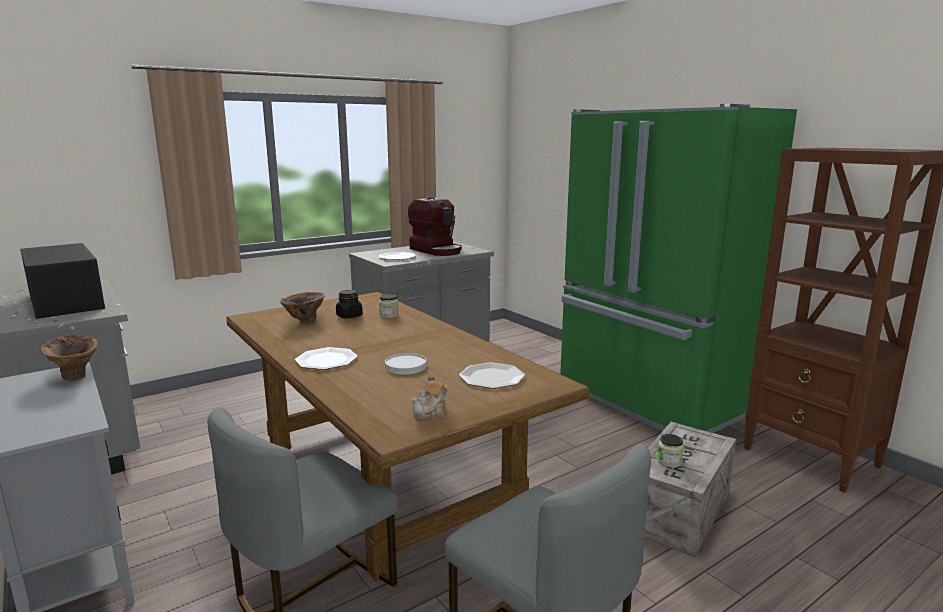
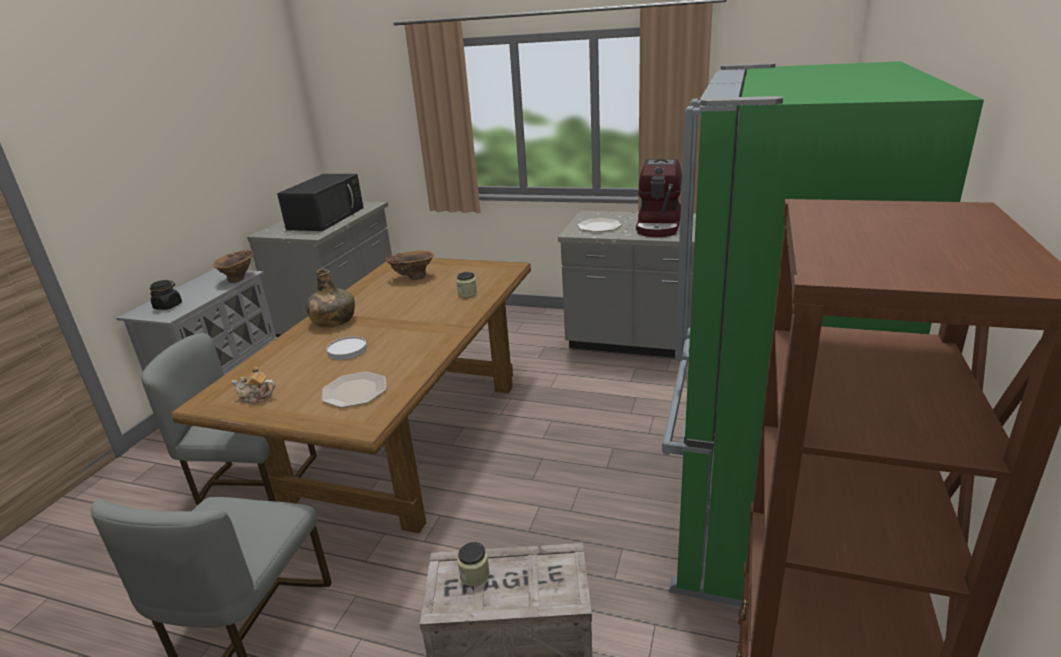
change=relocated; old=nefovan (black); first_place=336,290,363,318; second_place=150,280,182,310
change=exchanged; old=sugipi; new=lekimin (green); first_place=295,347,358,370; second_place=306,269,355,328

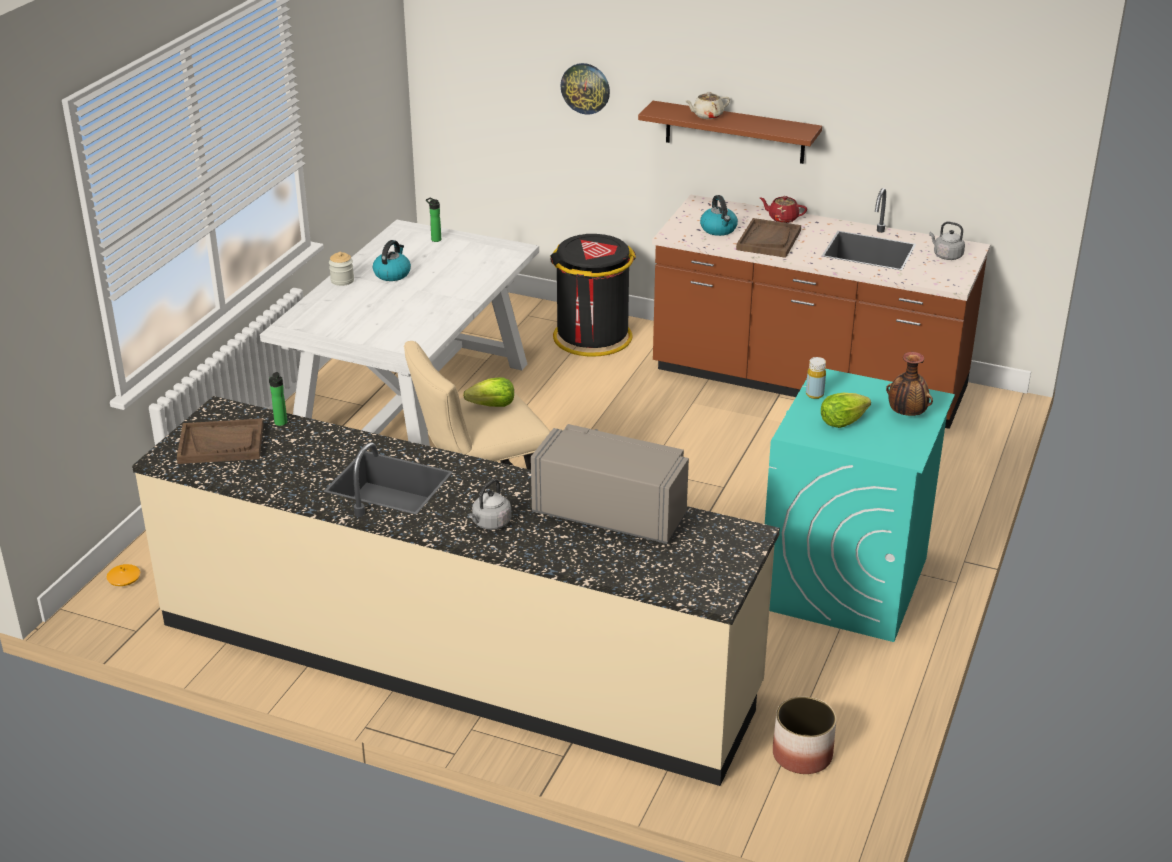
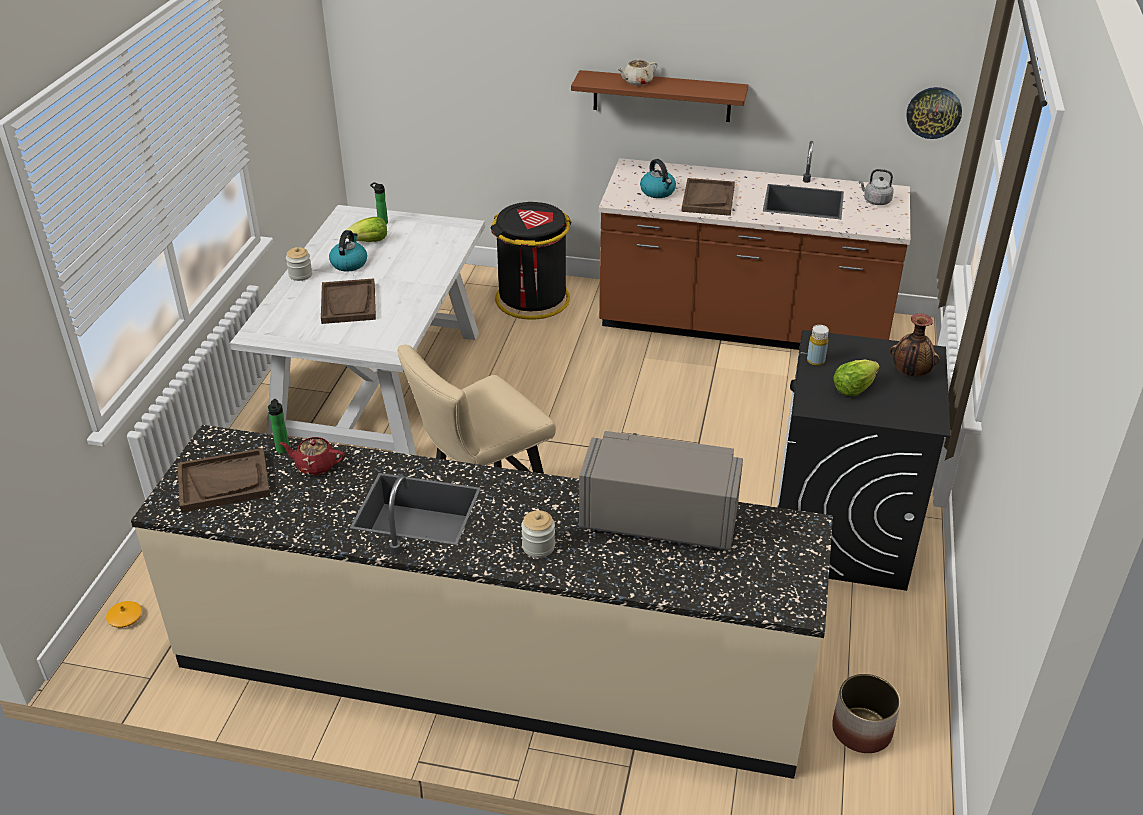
change=relocated; old=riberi; first_place=560,63,610,115; second_place=907,87,962,139
change=relocated; old=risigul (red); first_place=760,196,807,223; second_place=280,437,344,475
change=colour; old=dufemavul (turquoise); new=dufemavul (black); first_place=765,369,955,642; second_place=778,330,950,591
change=relocated; old=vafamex; first_place=463,377,514,407; second_place=346,217,387,242
change=exchanged; old=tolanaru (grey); new=nefovan; first_place=468,479,511,530; second_place=521,510,555,558
change=appeared; new=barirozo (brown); second_place=321,278,376,324

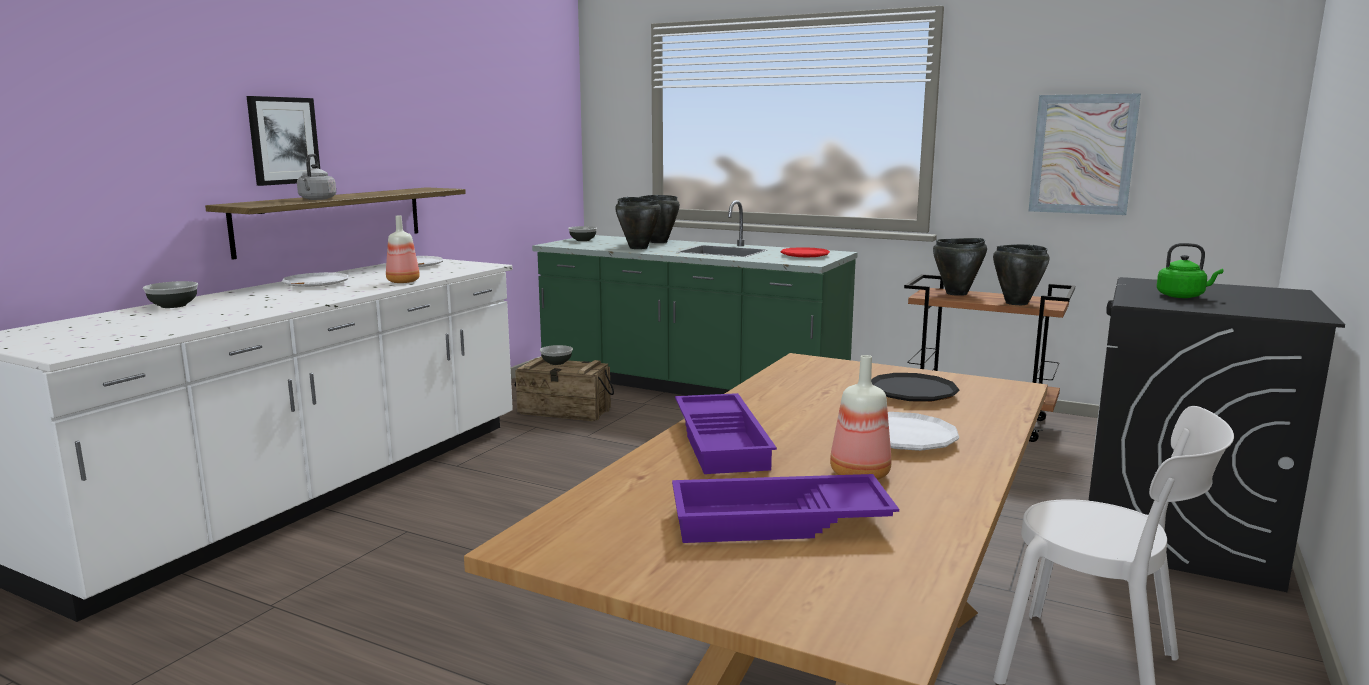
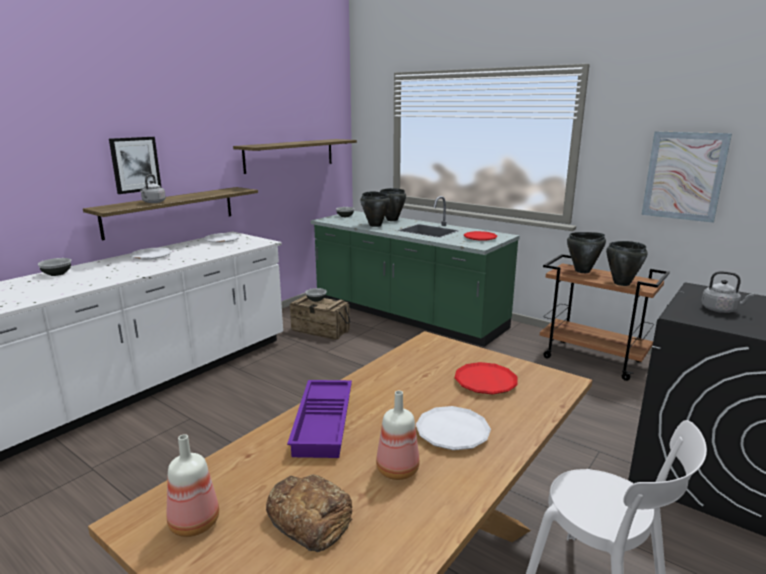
change=relocated; old=lekimin; first_place=386,216,420,283; second_place=166,434,219,537
change=colour; old=tolanaru (green); new=tolanaru (grey); first_place=1156,243,1223,298; second_place=701,271,754,313
change=colour; old=sugipi (black); new=sugipi (red); first_place=871,373,960,402; second_place=455,362,518,395
change=exchanged; old=barirozo (purple); new=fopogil; first_place=672,474,899,543; second_place=266,474,352,552
change=appeared; new=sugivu; second_place=233,139,357,174

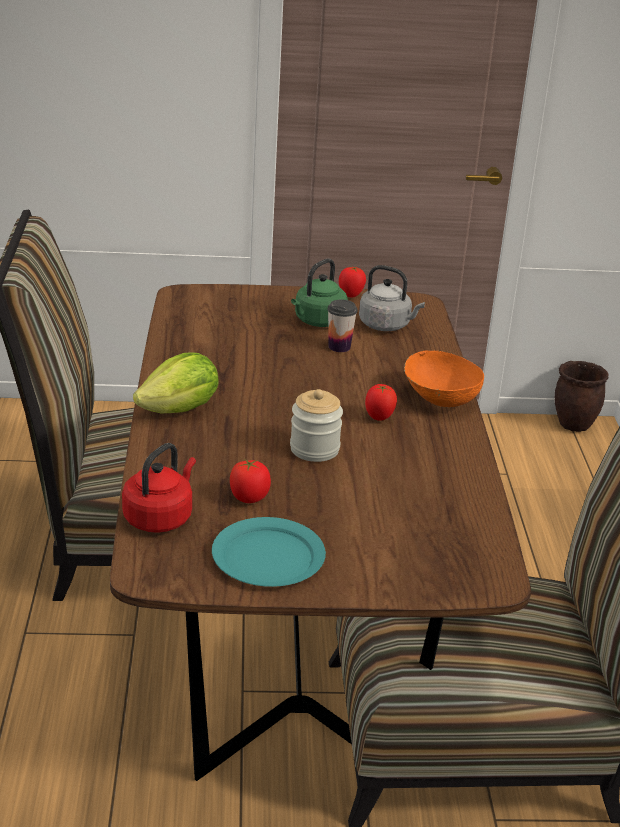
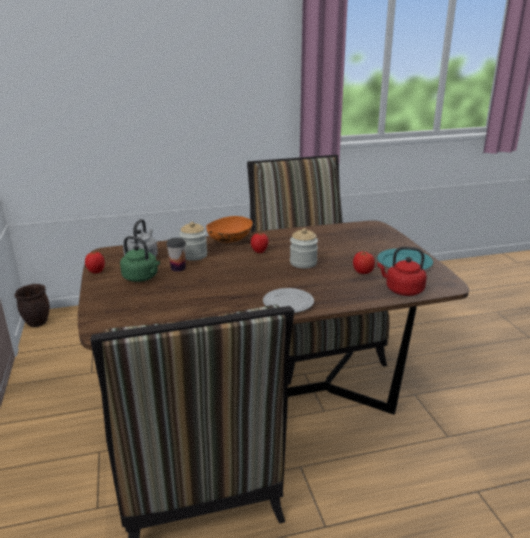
change=exchanged; old=vafamex; new=sugipi; first_place=133,352,219,414; second_place=263,288,314,313
change=appeared; new=nefovan; second_place=179,222,207,261

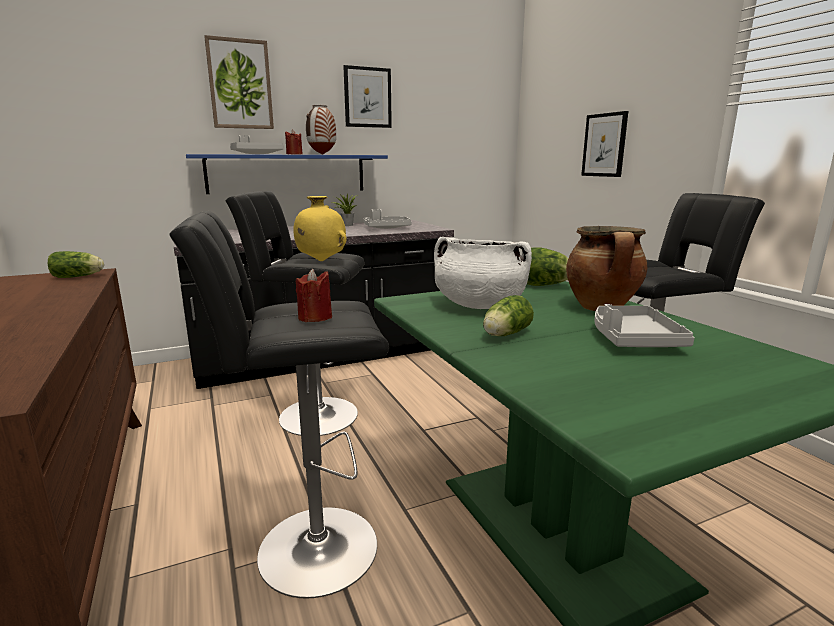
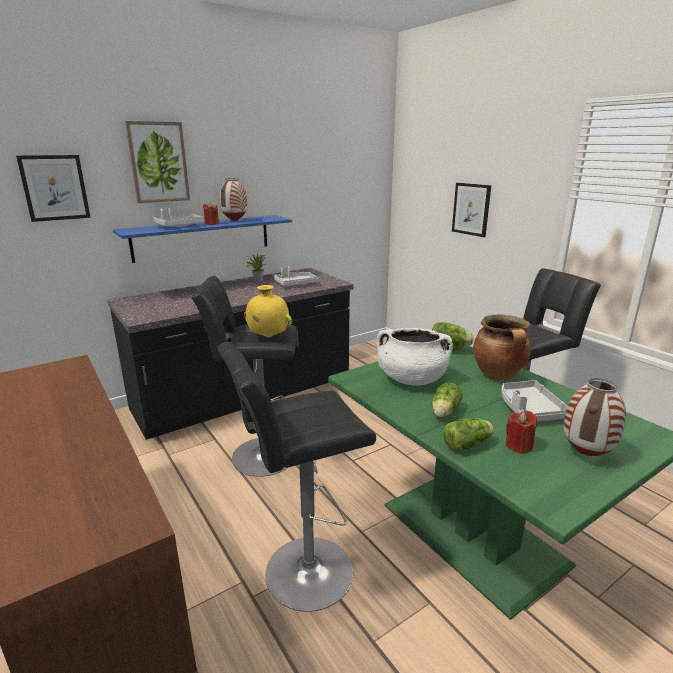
change=relocated; old=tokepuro; first_place=343,65,392,128; second_place=16,155,91,222
change=relocated; old=vafamex; first_place=48,251,104,278; second_place=443,418,494,451
change=relocated; old=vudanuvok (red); first_place=296,269,332,322; second_place=505,411,537,454
change=appeared; new=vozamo; second_place=564,378,626,456

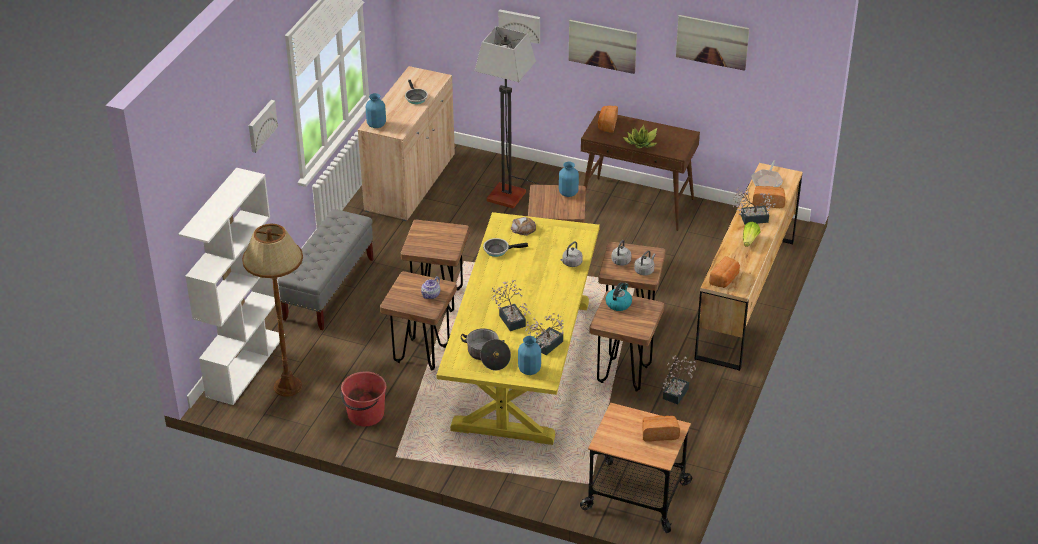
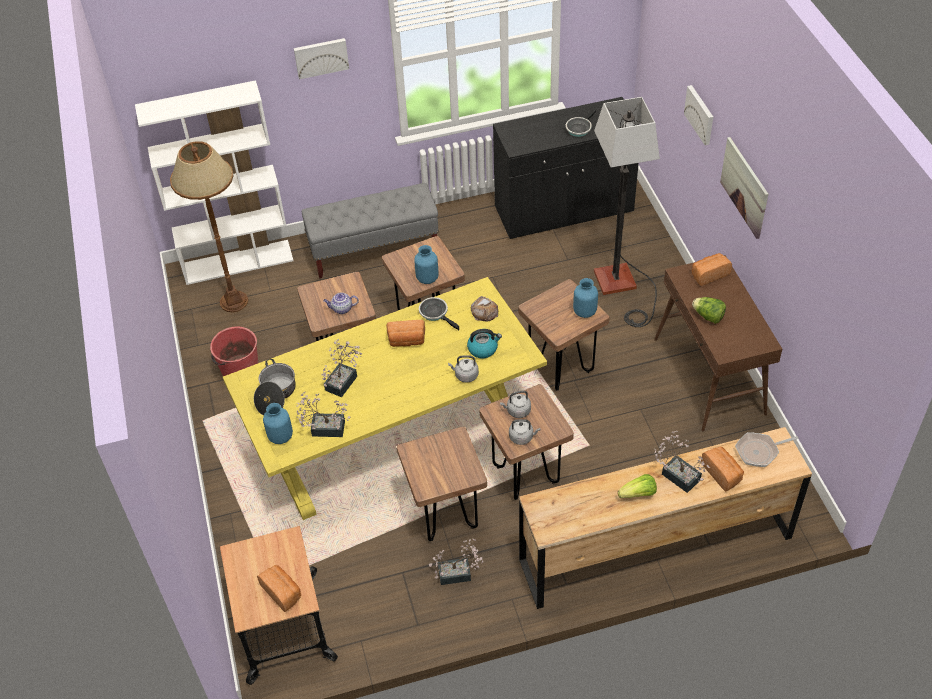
change=missing; old=tokepuro; first_place=676,15,749,71
change=colour; old=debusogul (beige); new=debusogul (black); first_place=358,66,455,221; second_place=493,97,639,239
change=relocated; old=vozamo (blue); first_place=366,93,386,128; second_place=415,245,439,284
change=exchanged; old=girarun; new=vafamex; first_place=623,125,657,148; second_place=692,297,726,324
change=relocated; old=fopogil; first_place=709,256,740,288; second_place=386,320,425,347
change=relocated; old=tolanaru; first_place=606,282,632,311; second_place=467,329,502,358

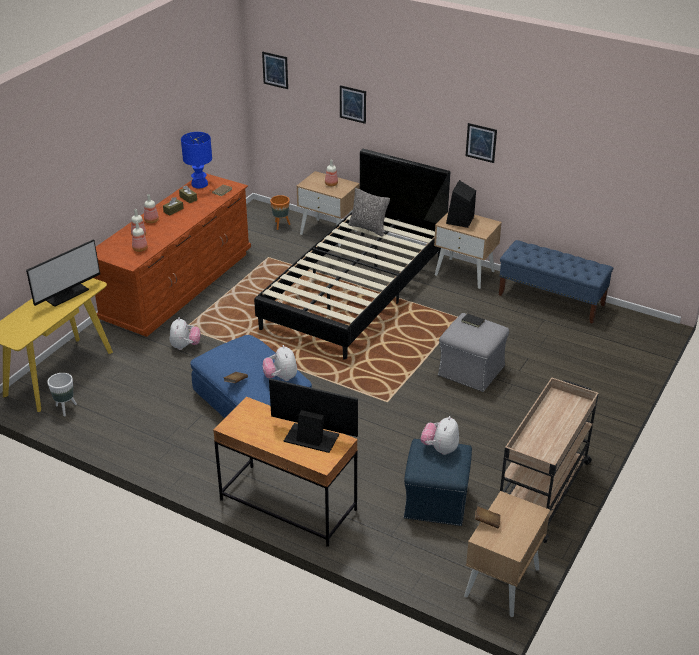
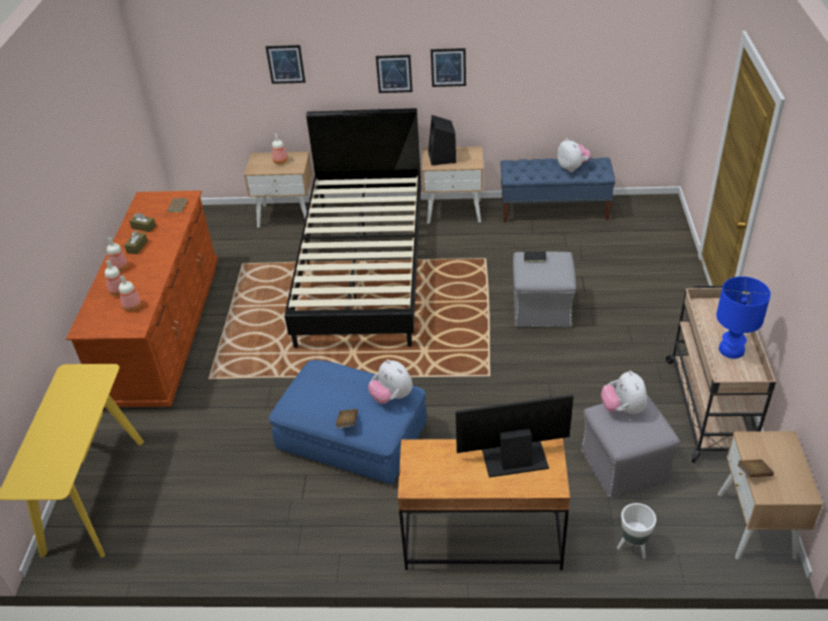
change=relocated; old=tokepuro; first_place=262,52,288,89; second_place=376,55,413,93
change=relocated; old=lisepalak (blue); first_place=181,132,212,188; second_place=716,276,771,359
change=missing; old=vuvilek; first_place=348,188,390,236
change=missing; old=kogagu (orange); first_place=270,195,290,230
change=missing; old=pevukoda; first_place=26,239,100,307
change=relocated; old=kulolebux; first_place=170,317,201,350; second_place=557,138,591,172
change=relocated; old=kogagu (white); first_place=47,373,77,416; second_place=617,503,656,559
change=colour; old=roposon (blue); new=roposon (grey); first_place=404,439,472,526; second_place=581,395,680,499

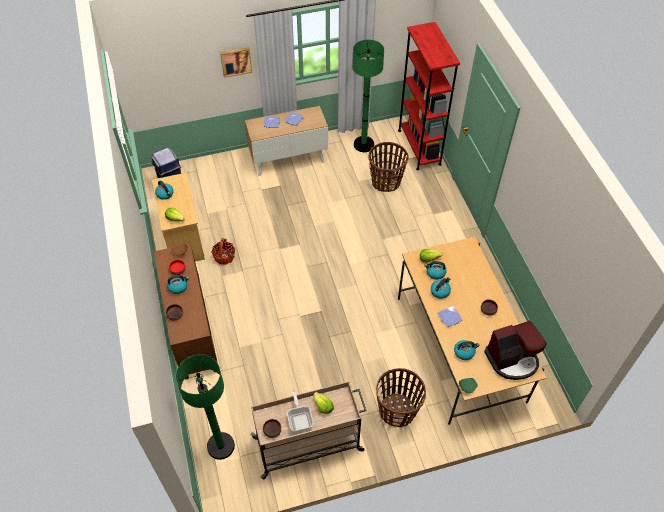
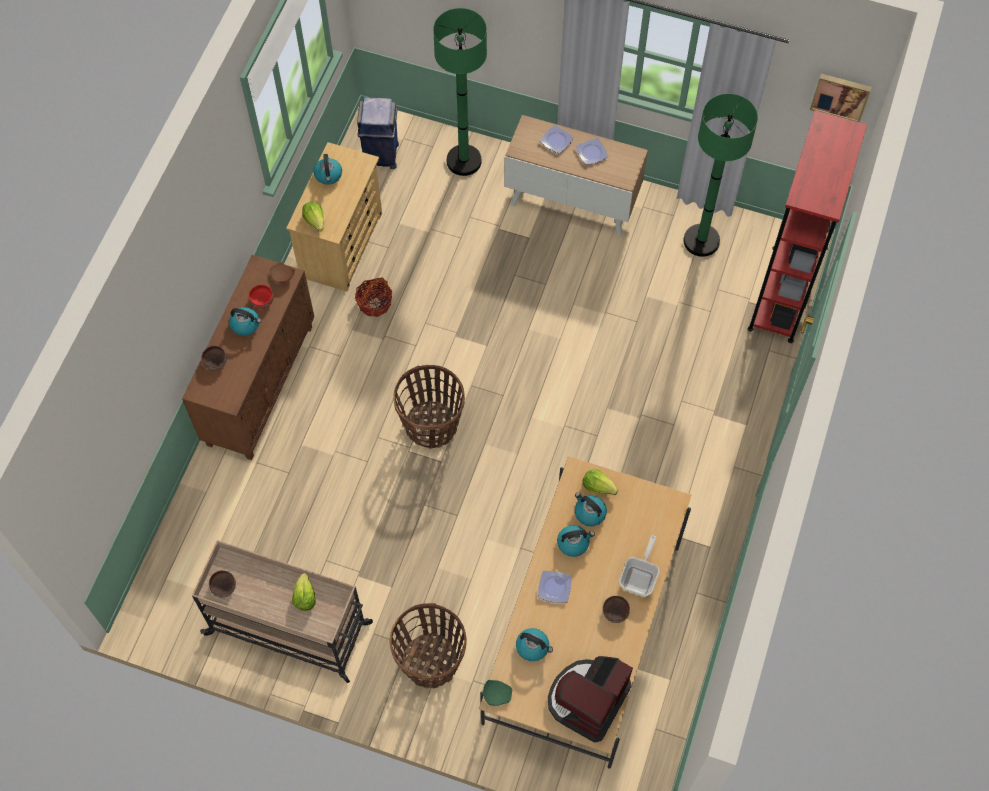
change=relocated; old=tokepuro; first_place=220,47,252,78; second_place=810,74,872,122
change=relocated; old=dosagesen; first_place=369,142,409,192; second_place=393,365,465,449
change=spun; old=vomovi; first_place=484,320,546,380; second_place=548,656,633,743; degrees=105
change=relocated; old=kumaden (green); first_place=176,354,235,460; second_place=433,8,487,176
change=relocated; old=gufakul; first_place=287,390,313,432; second_place=619,535,659,597

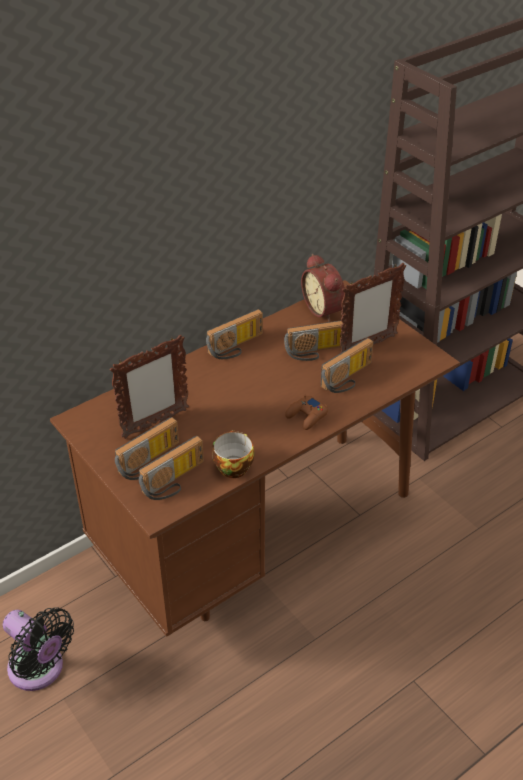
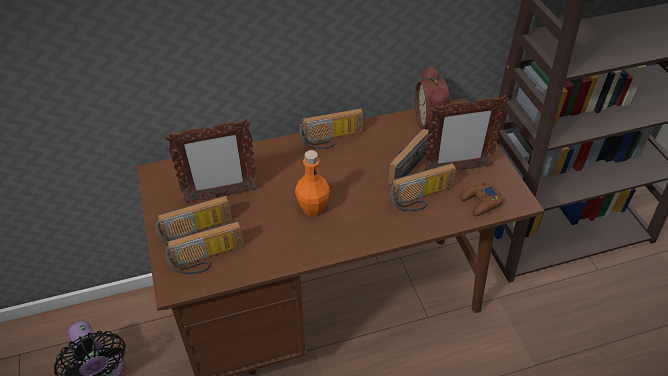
change=spun; old=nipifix; first_place=284,320,346,361; second_place=388,129,431,185; degrees=120
change=relocated; old=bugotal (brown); first_place=285,394,328,430; second_place=460,182,503,216
change=missing; old=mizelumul; first_place=212,430,254,478
change=appeared; new=lekimin (orange); second_place=295,150,330,216

